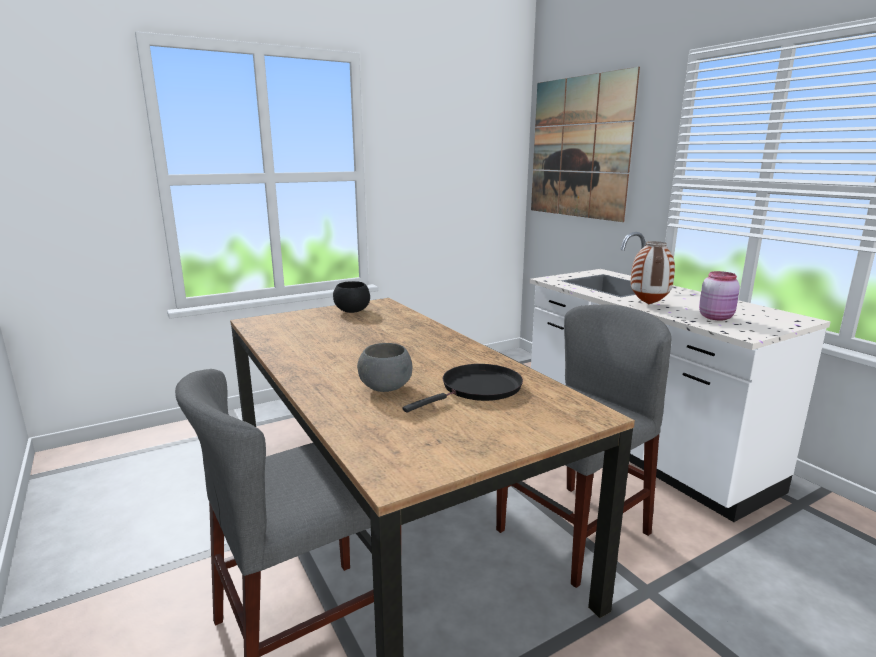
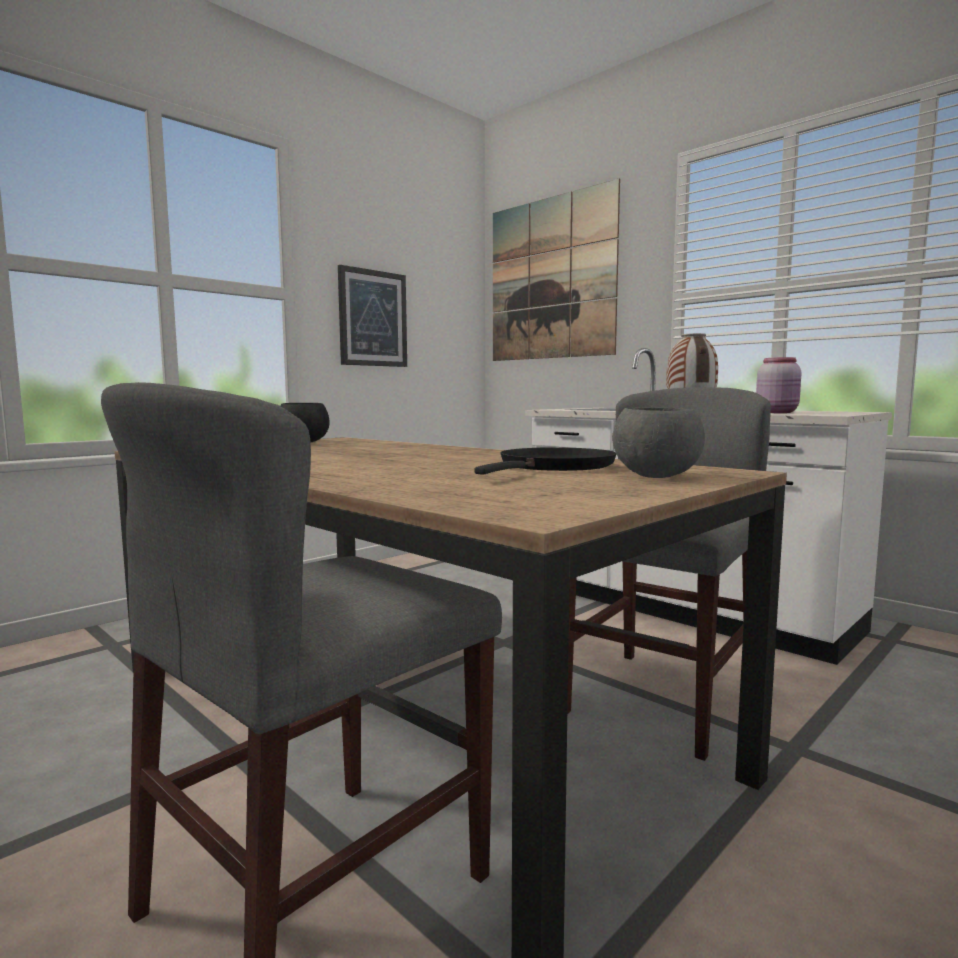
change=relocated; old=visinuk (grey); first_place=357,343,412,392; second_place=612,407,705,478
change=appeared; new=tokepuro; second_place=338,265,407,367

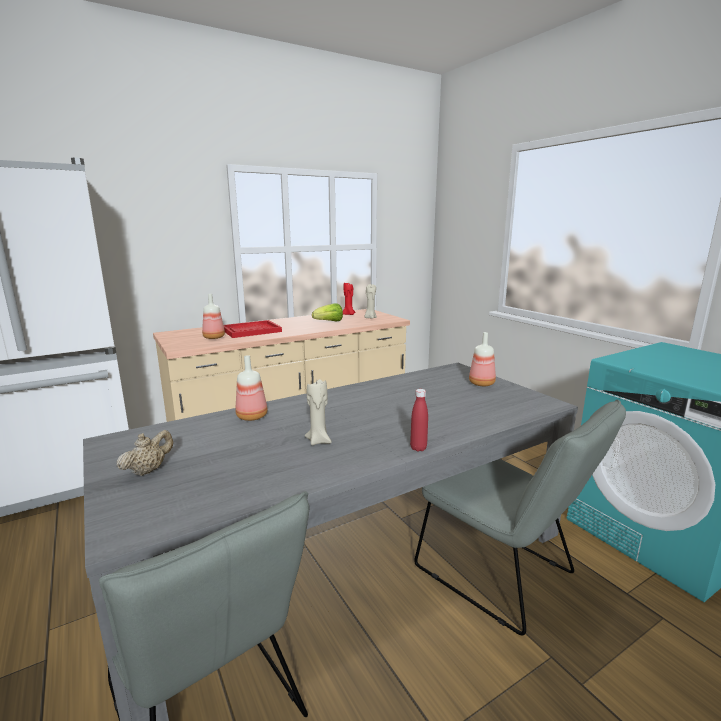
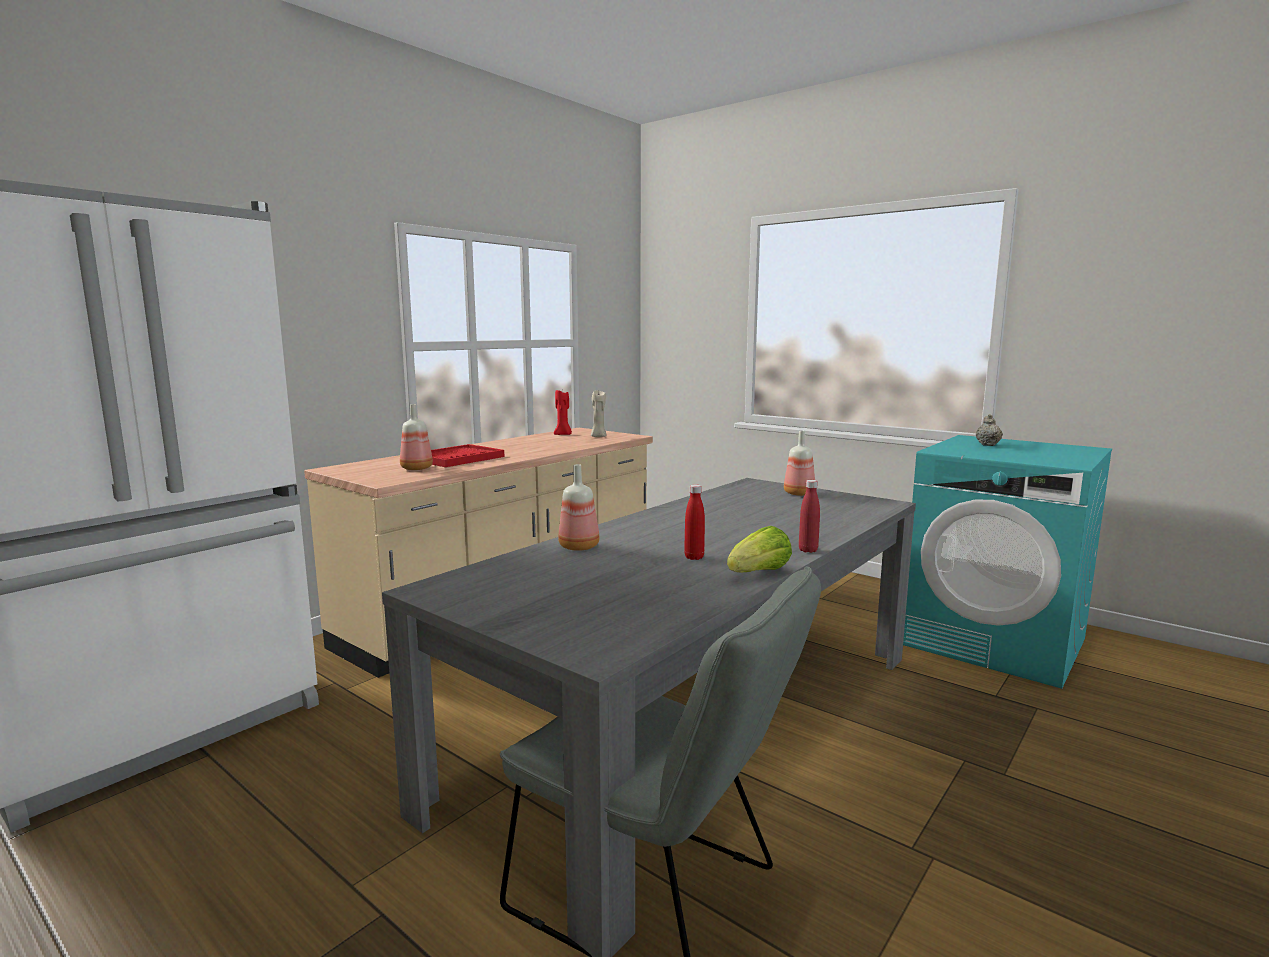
change=relocated; old=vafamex; first_place=312,303,343,321; second_place=727,526,792,572
change=exchanged; old=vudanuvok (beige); new=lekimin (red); first_place=305,379,332,445; second_place=684,485,705,560
change=missing; old=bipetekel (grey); first_place=414,400,626,636
change=relocated; old=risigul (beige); first_place=117,430,173,476; second_place=976,414,1003,446

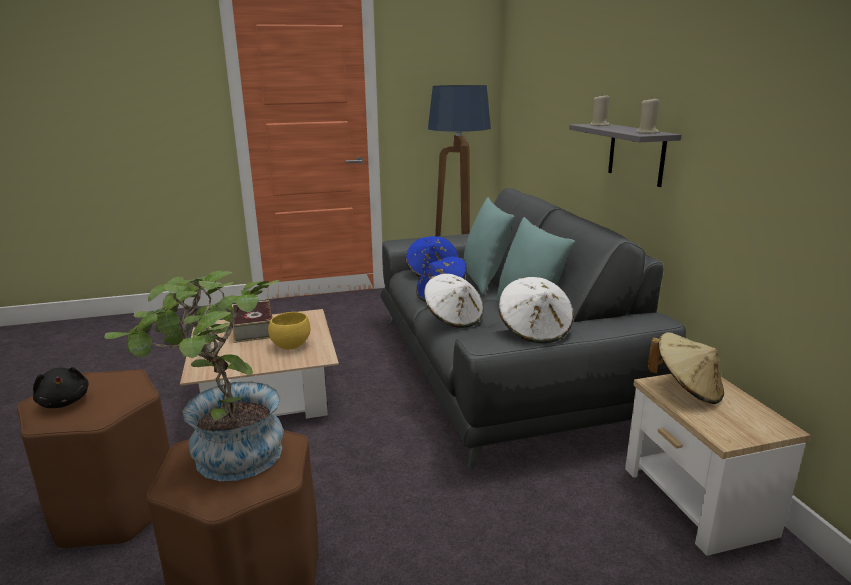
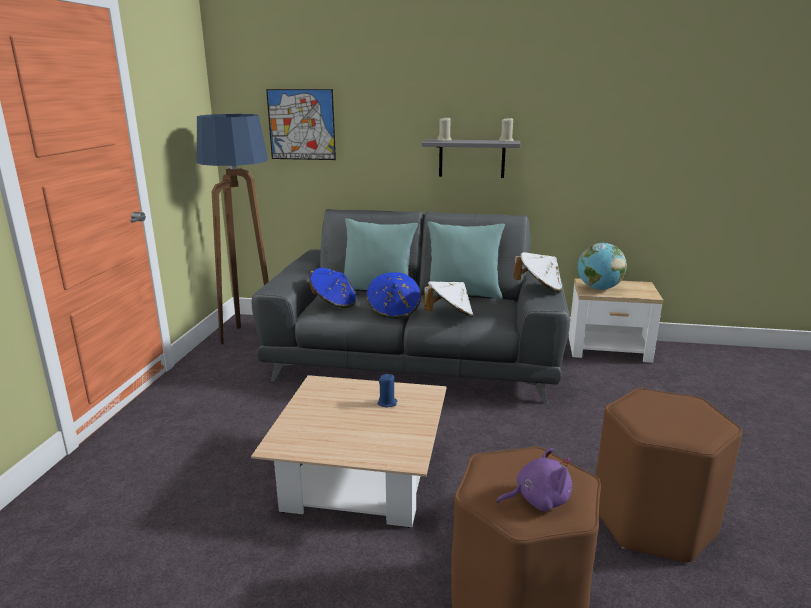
change=missing; old=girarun; first_place=104,271,284,481
change=missing; old=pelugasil; first_place=232,300,272,343
change=exchanged; old=visinuk (yellow); new=vudanuvok (blue); first_place=268,312,310,349; second_place=377,374,398,407
change=exchanged; old=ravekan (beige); new=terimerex; first_place=648,332,724,404; second_place=578,243,627,290
change=colour; old=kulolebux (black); new=kulolebux (purple); first_place=33,367,89,408; second_place=497,448,572,511
change=appeared; new=tokepuro; second_place=266,89,336,160

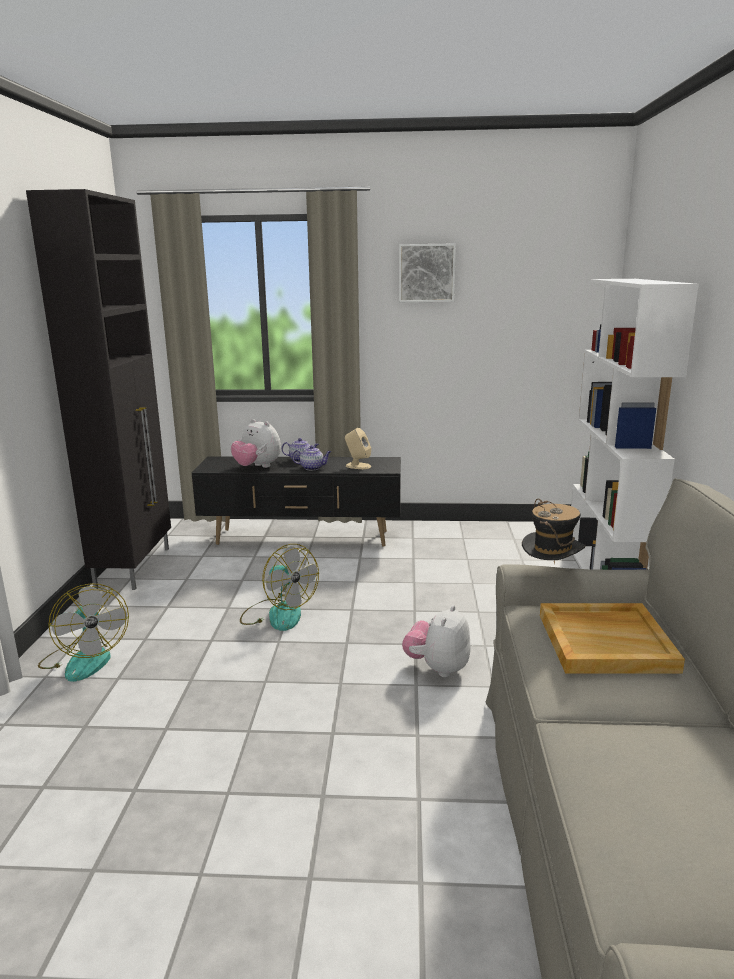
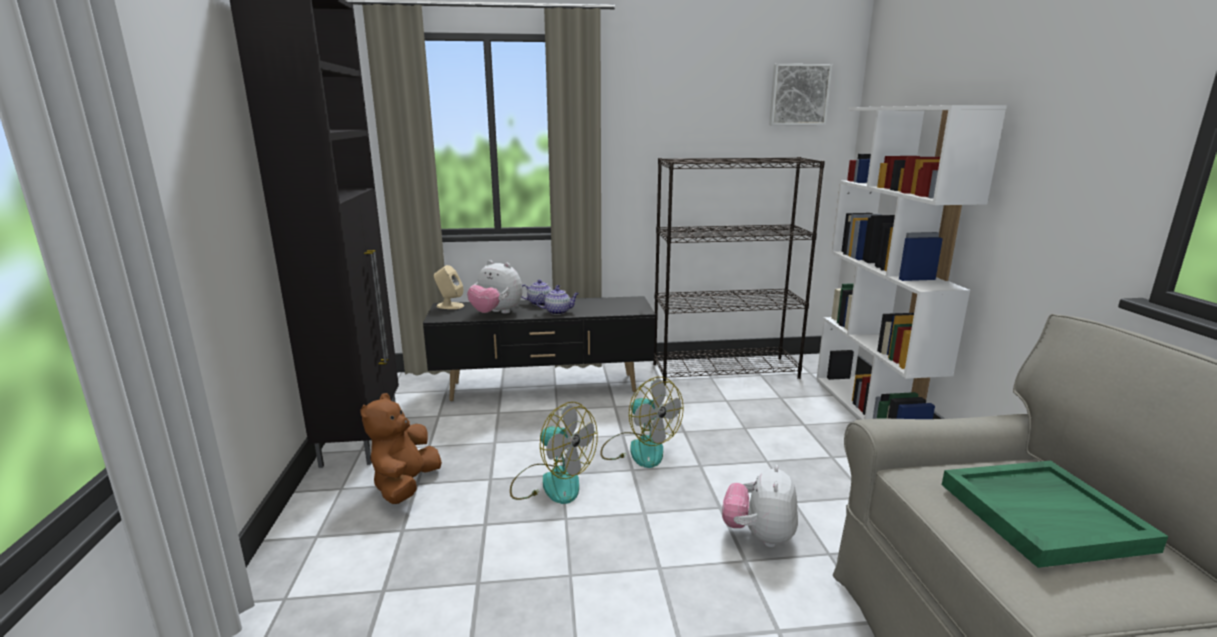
change=relocated; old=tokepuro; first_place=399,243,456,302; second_place=769,64,832,125
change=relocated; old=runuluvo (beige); first_place=345,428,371,469; second_place=434,265,464,309
change=missing; old=ravekan; first_place=522,499,586,564
change=relocated; old=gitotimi; first_place=38,583,129,682; second_place=600,377,684,468
change=colour; old=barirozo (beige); new=barirozo (green); first_place=540,603,685,674; second_place=942,461,1168,568
change=appeared; new=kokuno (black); second_place=653,157,825,385
change=appeared; new=kulolebux (brown); second_place=360,393,442,504

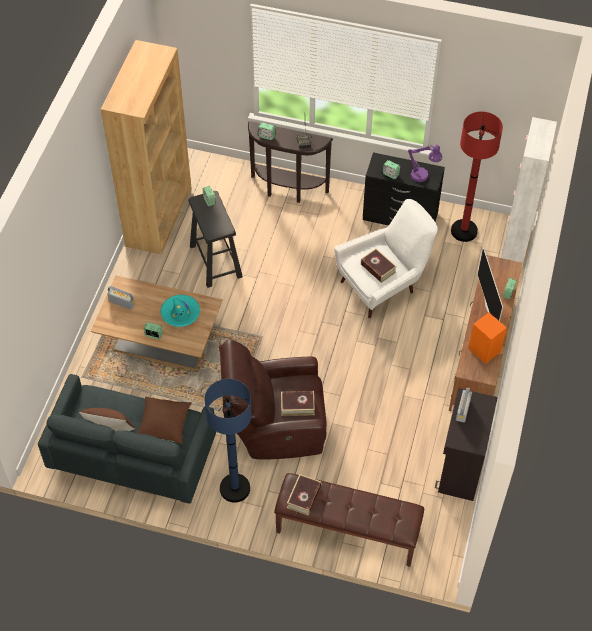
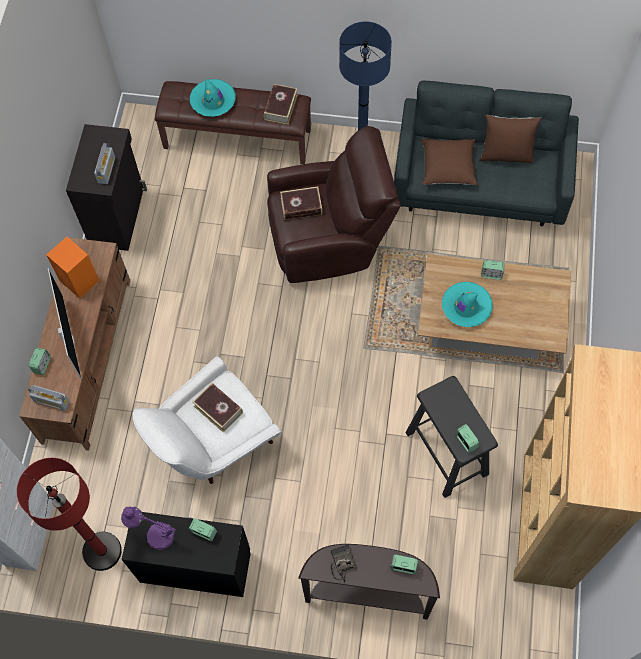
change=relocated; old=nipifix; first_place=107,286,135,310; second_place=28,385,70,411
change=appeared; new=ravekan (turquoise); second_place=190,79,236,117

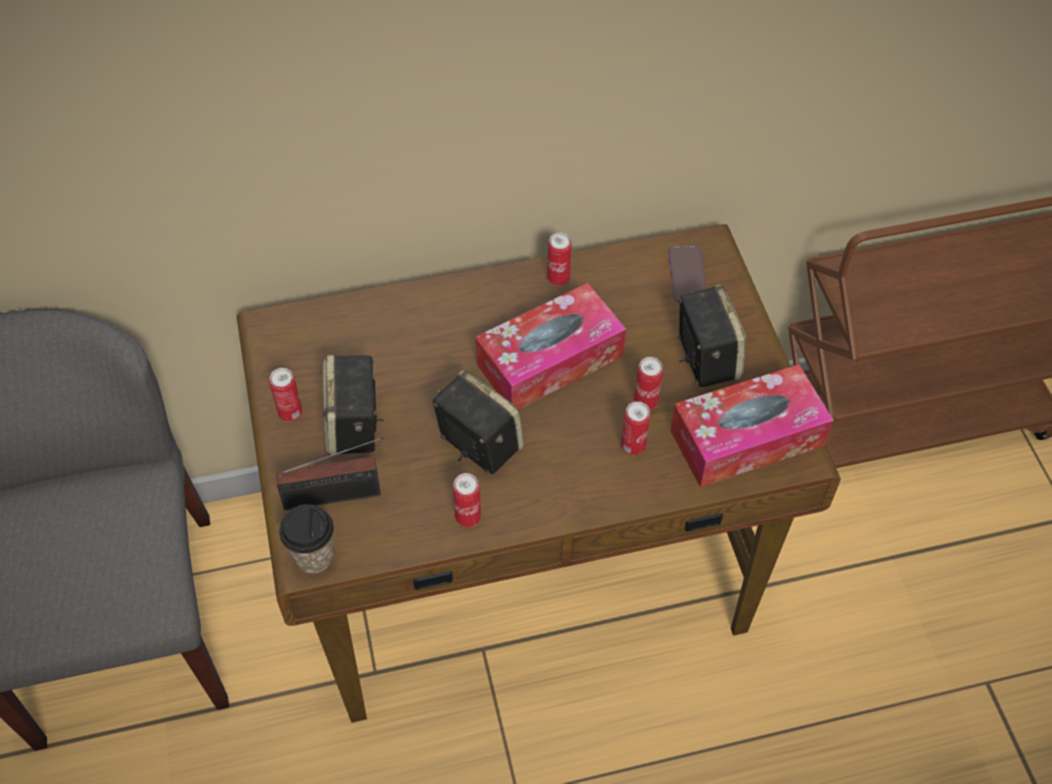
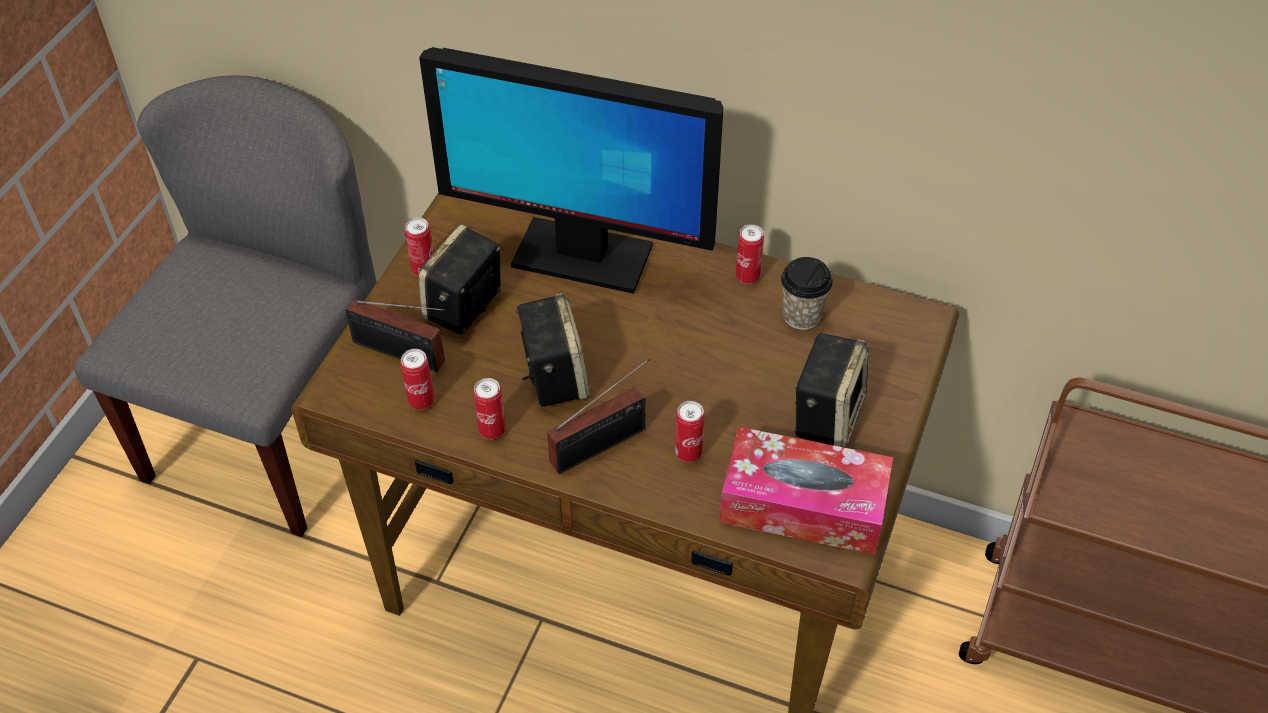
change=missing; old=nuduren; first_place=668,245,707,302
change=missing; old=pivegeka; first_place=475,283,626,410
change=relocated; old=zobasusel; first_place=634,357,663,410; second_place=401,349,434,410
change=relocated; old=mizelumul; first_place=279,504,334,573; second_place=781,257,833,330
change=appeared; new=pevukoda; second_place=419,47,724,294
change=appeared; new=nipifix; second_place=547,358,650,474

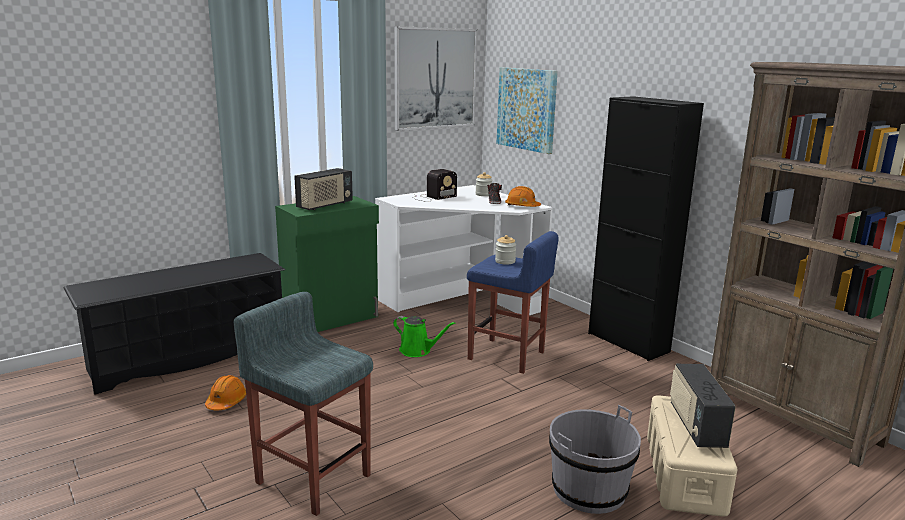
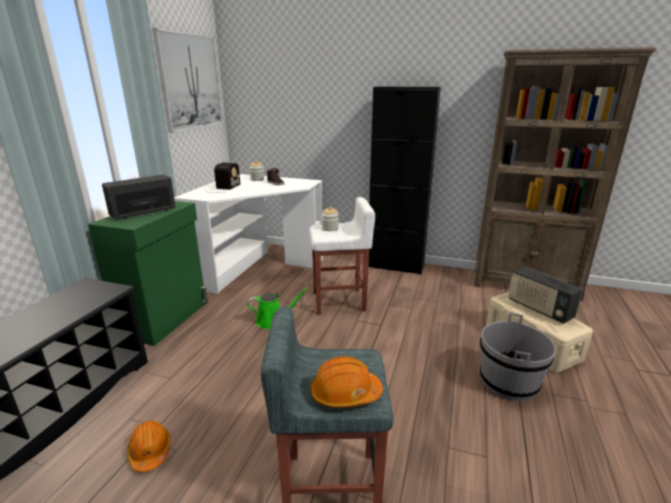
change=missing; old=tokepuro; first_place=496,67,558,154
change=spun; old=nipifix; first_place=294,168,353,210; second_place=102,174,176,220; degrees=-135
change=relocated; old=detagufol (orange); first_place=505,186,541,207; second_place=310,356,383,408
change=colour; old=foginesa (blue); new=foginesa (white); first_place=467,231,558,374; second_place=309,197,375,314

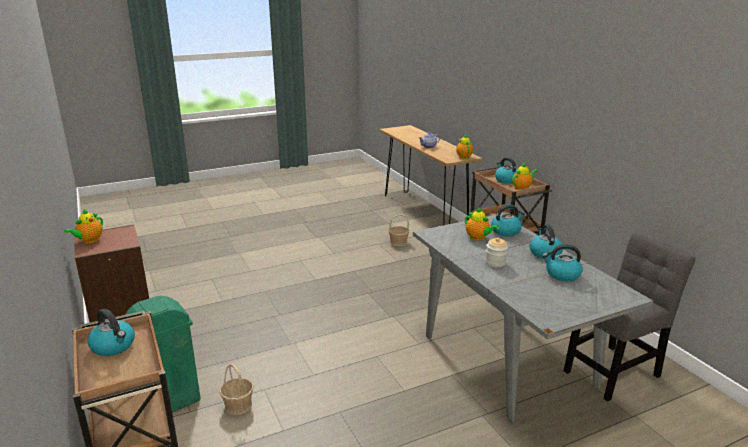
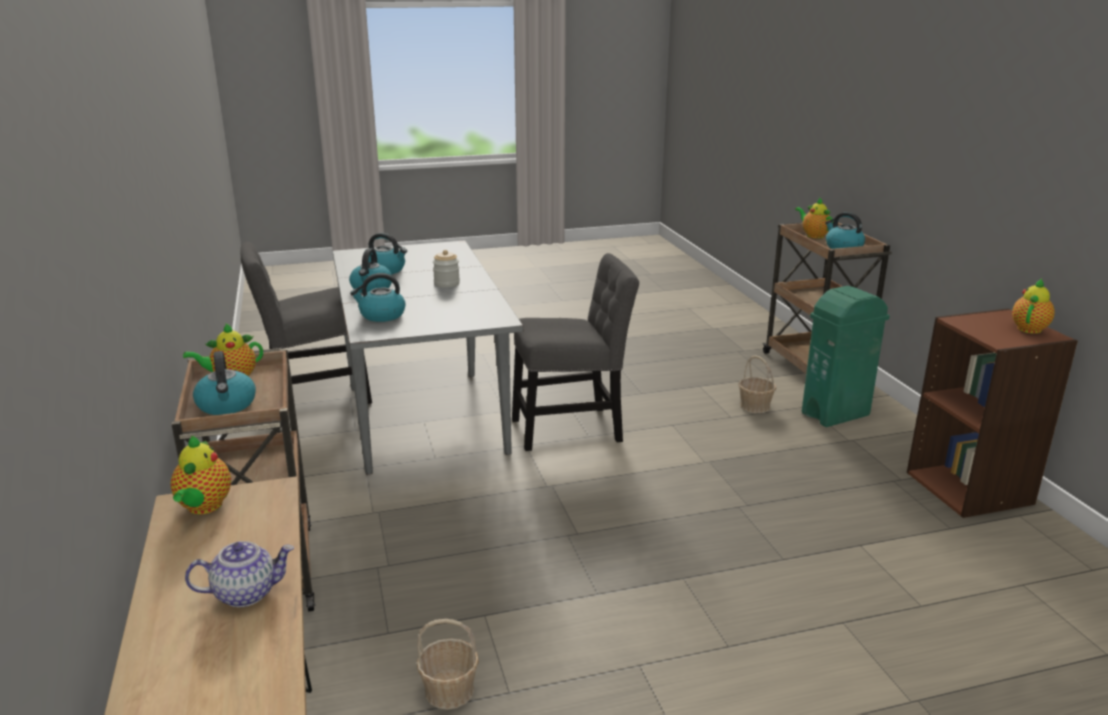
change=relocated; old=risigul; first_place=465,207,499,241; second_place=795,198,833,239
change=appeared; new=bipetekel (grey); second_place=512,253,639,451

